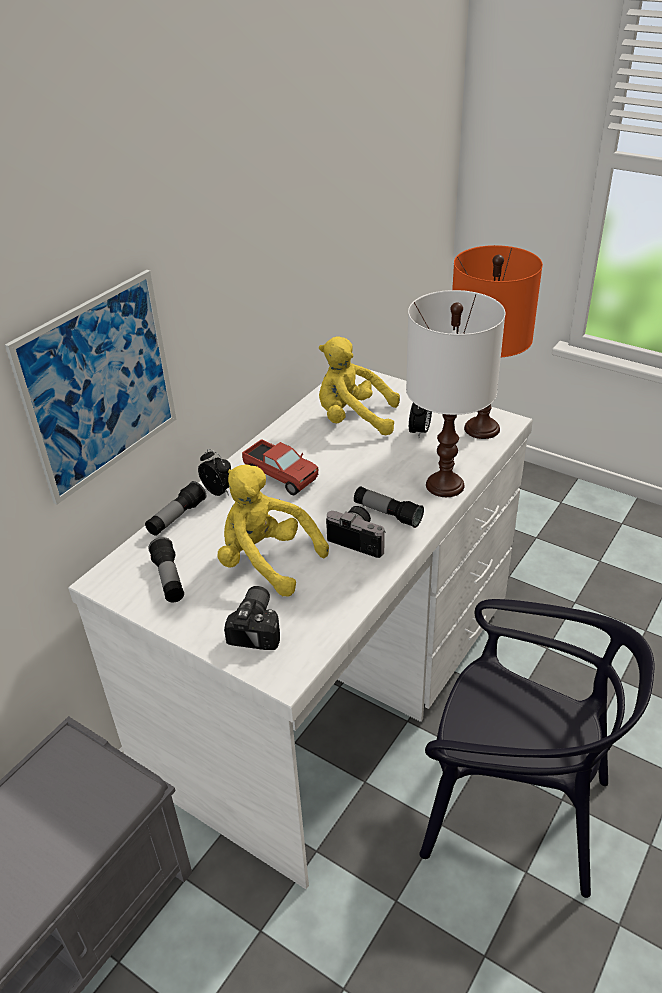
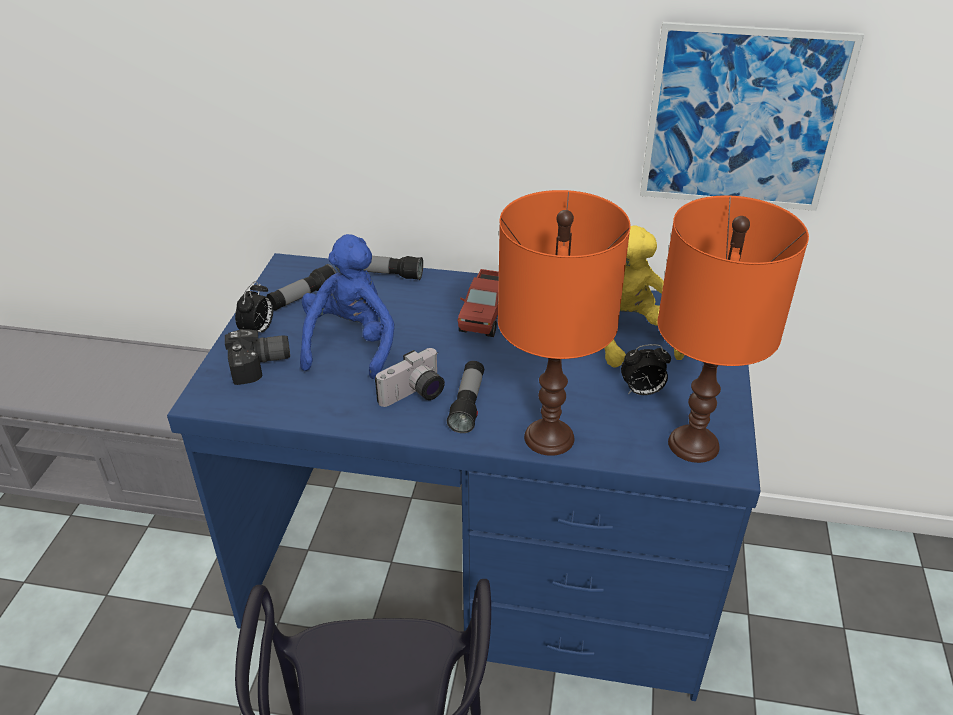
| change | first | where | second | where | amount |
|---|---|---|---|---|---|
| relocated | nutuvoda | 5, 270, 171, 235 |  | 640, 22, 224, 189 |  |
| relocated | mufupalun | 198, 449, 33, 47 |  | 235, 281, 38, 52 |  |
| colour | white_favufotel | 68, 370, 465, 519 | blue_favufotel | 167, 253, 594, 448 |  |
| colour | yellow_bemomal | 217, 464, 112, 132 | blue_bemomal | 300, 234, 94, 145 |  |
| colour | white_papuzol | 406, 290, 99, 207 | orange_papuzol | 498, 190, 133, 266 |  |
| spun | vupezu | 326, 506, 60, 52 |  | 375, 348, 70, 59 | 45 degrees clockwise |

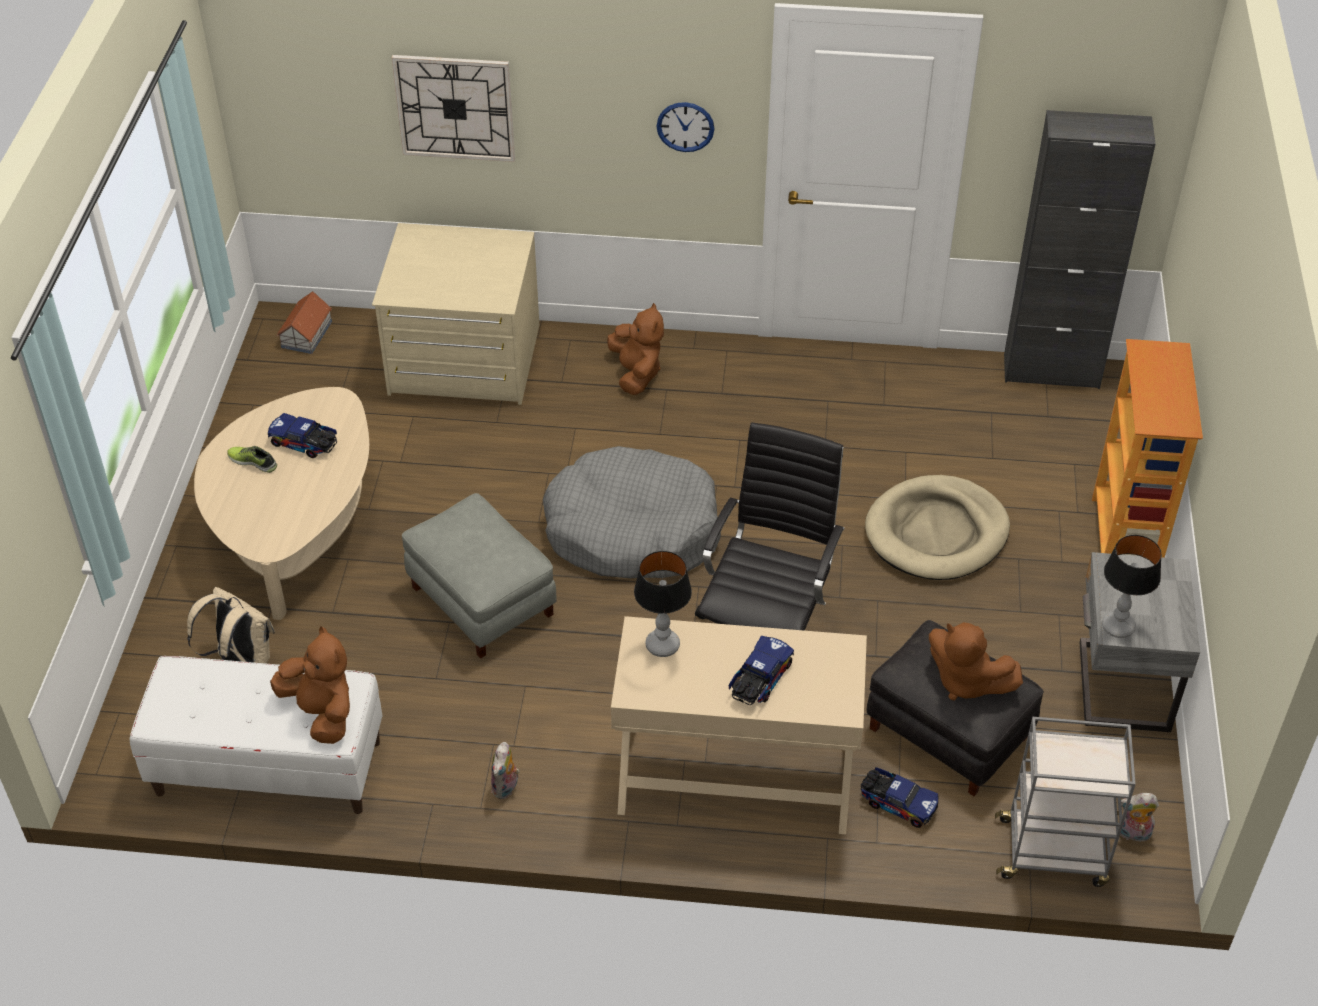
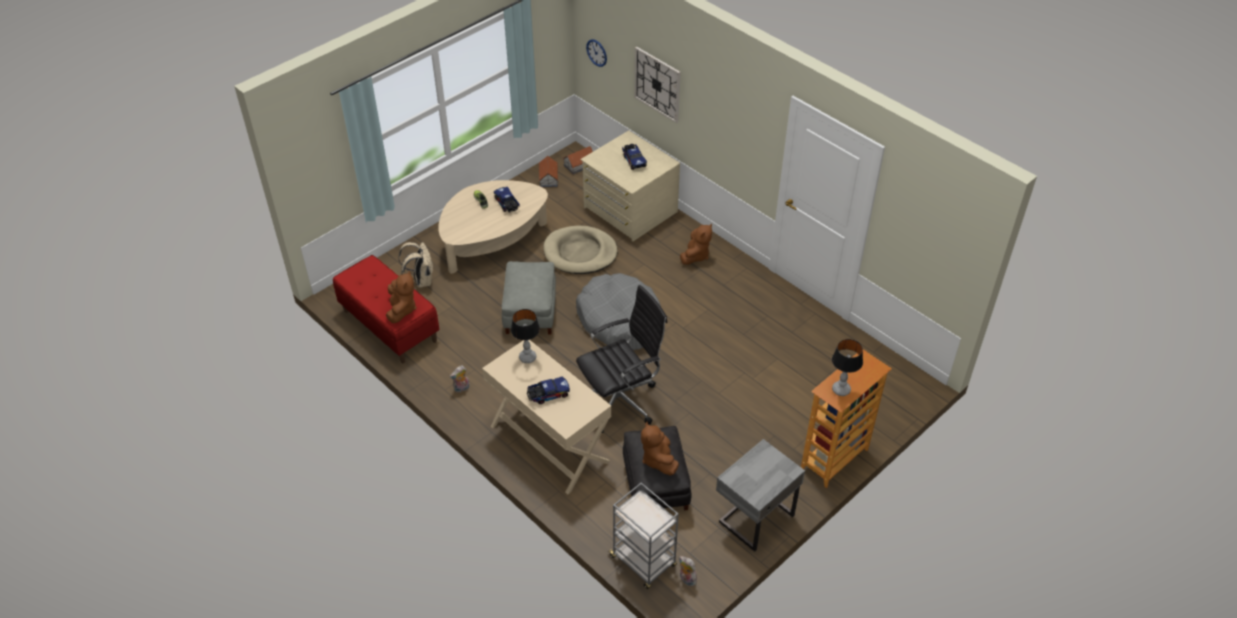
| change | first | where | second | where | amount |
|---|---|---|---|---|---|
| missing | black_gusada | 1004, 110, 152, 279 |  |  |  |
| appeared |  |  | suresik | 539, 156, 19, 31 |  |
| relocated | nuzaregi | 656, 102, 58, 50 |  | 586, 39, 21, 28 |  |
| relocated | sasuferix | 860, 767, 79, 61 |  | 622, 144, 25, 26 |  |
| relocated | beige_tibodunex | 865, 475, 145, 105 |  | 543, 226, 75, 48 |  |
| relocated | papuzol | 1102, 535, 60, 103 |  | 832, 339, 31, 57 |  |
| colour | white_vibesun | 130, 656, 252, 158 | red_vibesun | 333, 255, 107, 108 |  |

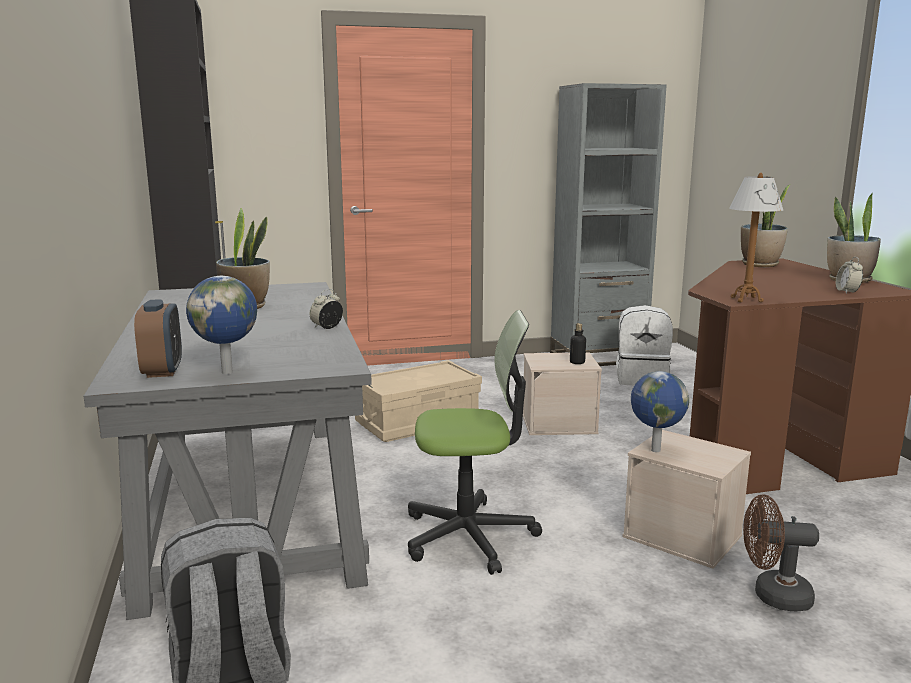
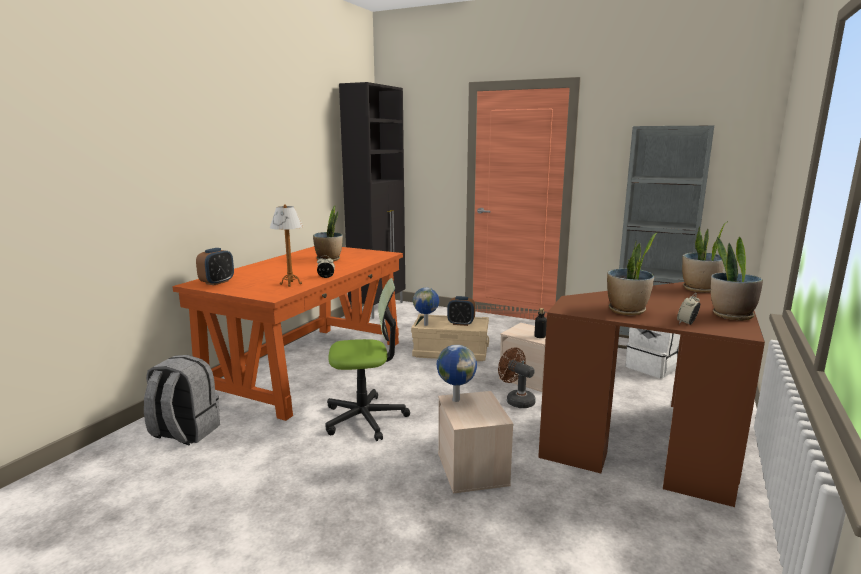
| change | first | where | second | where | amount |
|---|---|---|---|---|---|
| appeared |  |  | mufupalun | 447, 296, 28, 30 |  |
| appeared |  |  | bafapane | 607, 232, 51, 84 |  |
| relocated | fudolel | 186, 276, 71, 99 |  | 413, 288, 26, 38 |  |
| relocated | papuzol | 729, 173, 54, 129 |  | 270, 204, 33, 83 |  |
| relocated | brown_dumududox | 743, 494, 76, 117 |  | 498, 347, 38, 61 |  |
| colour | grey_favufotel | 84, 282, 288, 338 | orange_favufotel | 172, 246, 231, 175 |  |
| spun | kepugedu | 408, 310, 134, 265 |  | 325, 278, 85, 163 | 45 degrees counterclockwise |

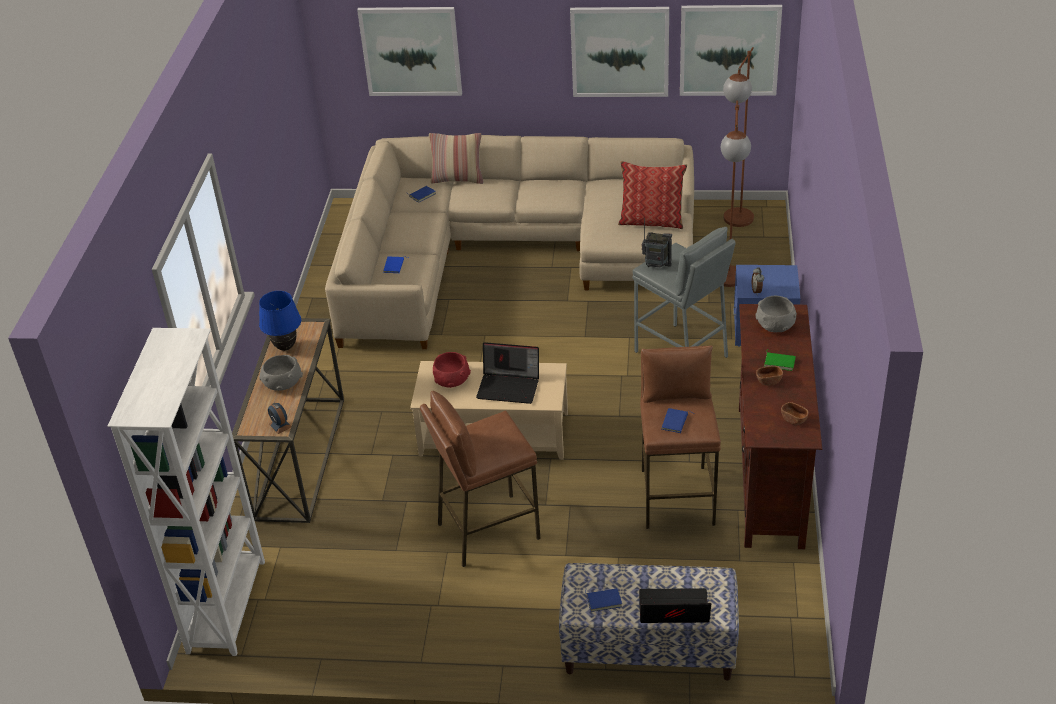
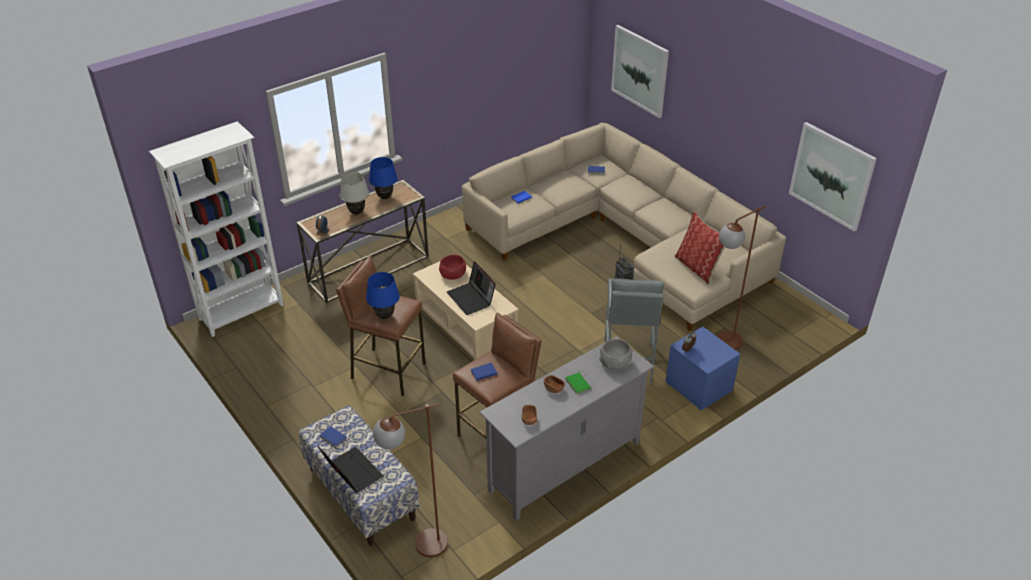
| change | first | where | second | where | amount |
|---|---|---|---|---|---|
| missing | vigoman | 429, 133, 54, 51 |  |  |  |
| missing | nutuvoda | 570, 7, 99, 90 |  |  |  |
| appeared |  |  | blue_papuzol | 366, 272, 34, 47 |  |
| relocated | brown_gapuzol | 723, 47, 31, 180 |  | 373, 403, 75, 154 |  |
| exchanged | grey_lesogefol | 259, 355, 44, 36 | white_papuzol | 340, 172, 29, 43 |  |
| colour | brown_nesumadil | 739, 304, 83, 245 | grey_nesumadil | 479, 336, 175, 185 |  |

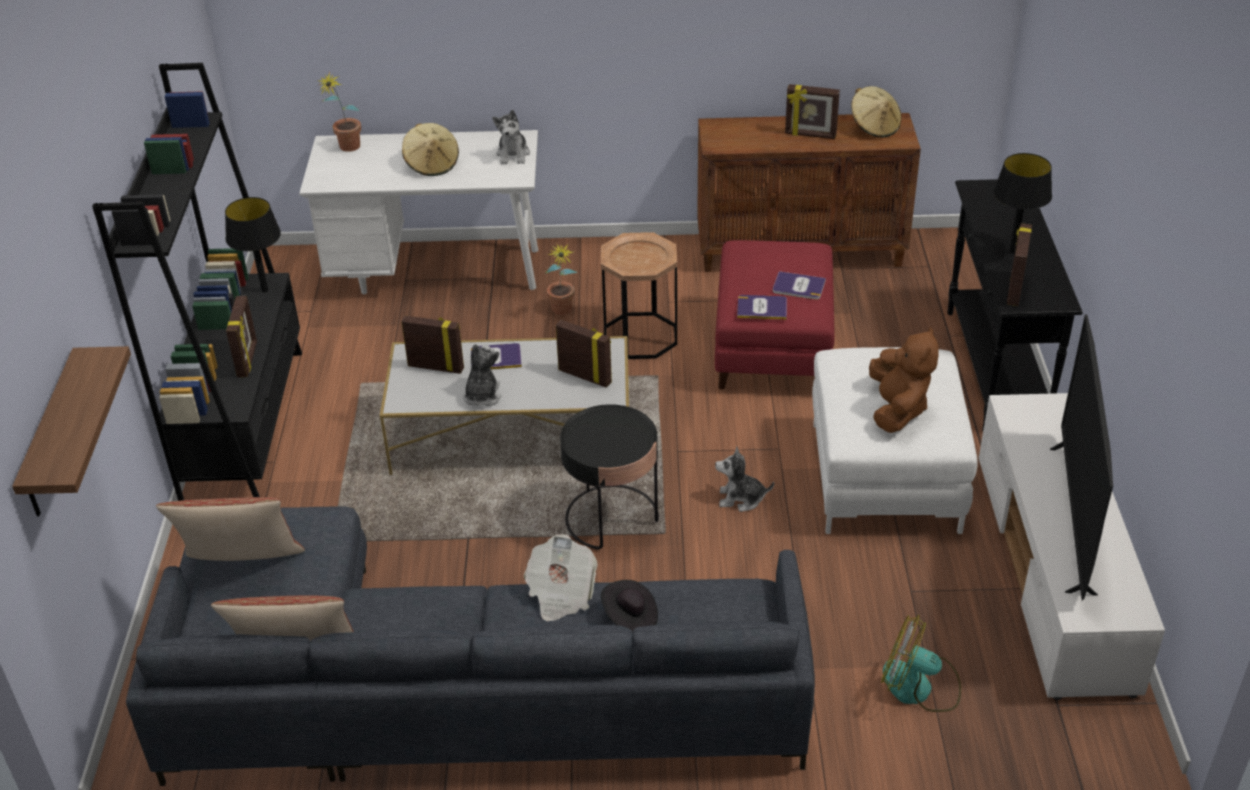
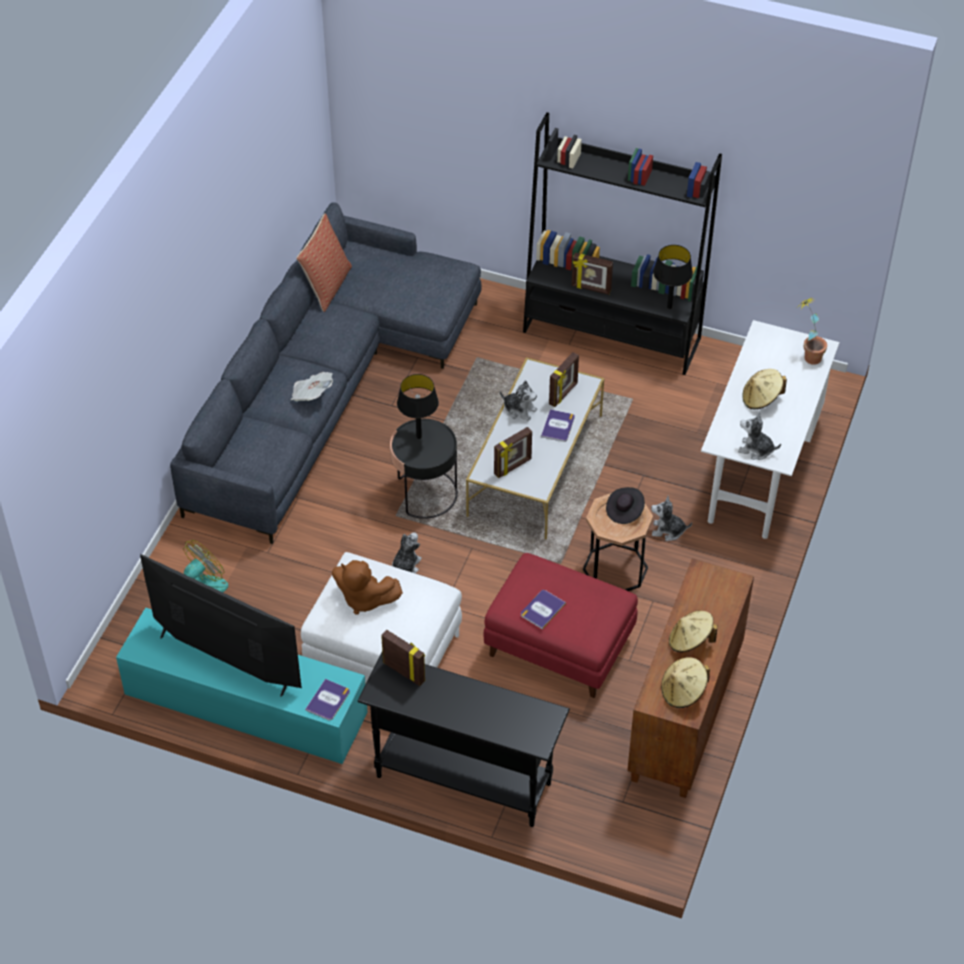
| change | first | where | second | where | amount |
|---|---|---|---|---|---|
| missing | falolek | 12, 346, 119, 171 |  |  |  |
| missing | vigoman | 156, 497, 149, 64 |  |  |  |
| relocated | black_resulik | 601, 580, 57, 52 |  | 606, 487, 39, 37 |  |
| relocated | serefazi | 737, 295, 50, 25 |  | 305, 679, 45, 41 |  |
| relocated | black_papuzol | 994, 153, 58, 101 |  | 397, 374, 42, 65 |  |
| exchanged | bafapane | 545, 242, 32, 73 | bemomal | 651, 496, 41, 45 |  |
| exchanged | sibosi | 785, 84, 55, 55 | beige_resulik | 669, 610, 49, 43 |  |
| colour | white_nesumadil | 979, 393, 186, 307 | turquoise_nesumadil | 116, 608, 252, 156 |  |

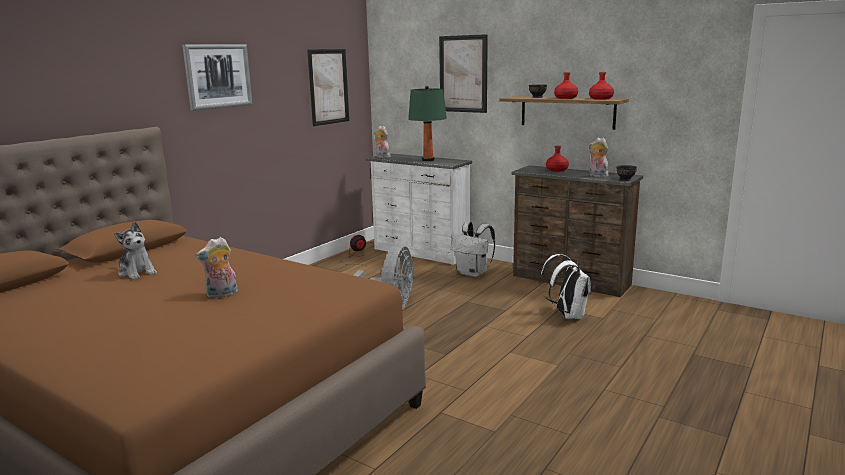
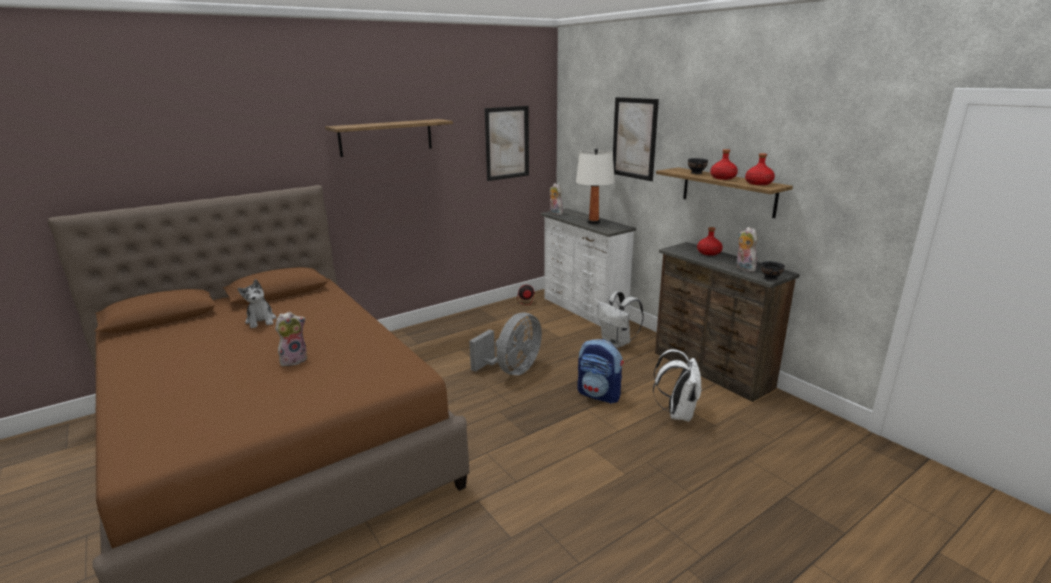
| change | first | where | second | where | amount |
|---|---|---|---|---|---|
| appeared |  |  | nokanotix | 577, 339, 47, 65 |  |
| exchanged | nutuvoda | 182, 45, 71, 66 | falolek | 325, 119, 128, 38 |  |
| colour | green_papuzol | 408, 86, 39, 75 | white_papuzol | 576, 148, 39, 76 |  |
| spun | bemomal | 196, 237, 41, 62 |  | 275, 312, 32, 54 | 150 degrees clockwise |

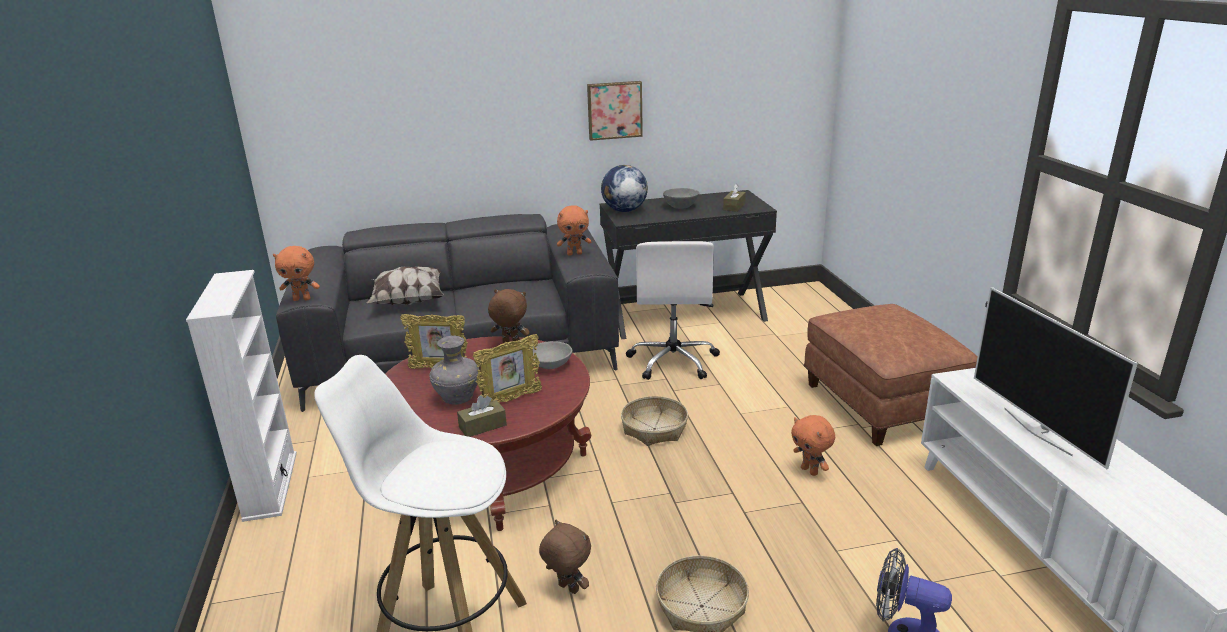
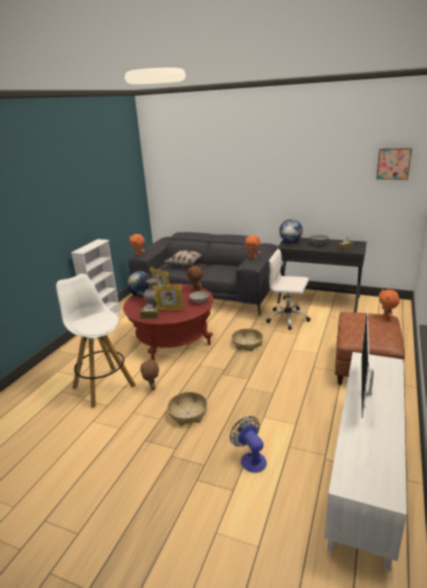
| change | first | where | second | where | amount |
|---|---|---|---|---|---|
| appeared |  |  | fudolel | 127, 271, 24, 26 |  |
| relocated | nutuvoda | 587, 81, 56, 60 |  | 376, 148, 36, 32 |  |
| relocated | orange_bemomal | 791, 415, 44, 61 |  | 379, 289, 21, 31 |  |
| spun | white_kepugedu | 626, 241, 94, 139 |  | 266, 249, 44, 81 | 75 degrees clockwise |

